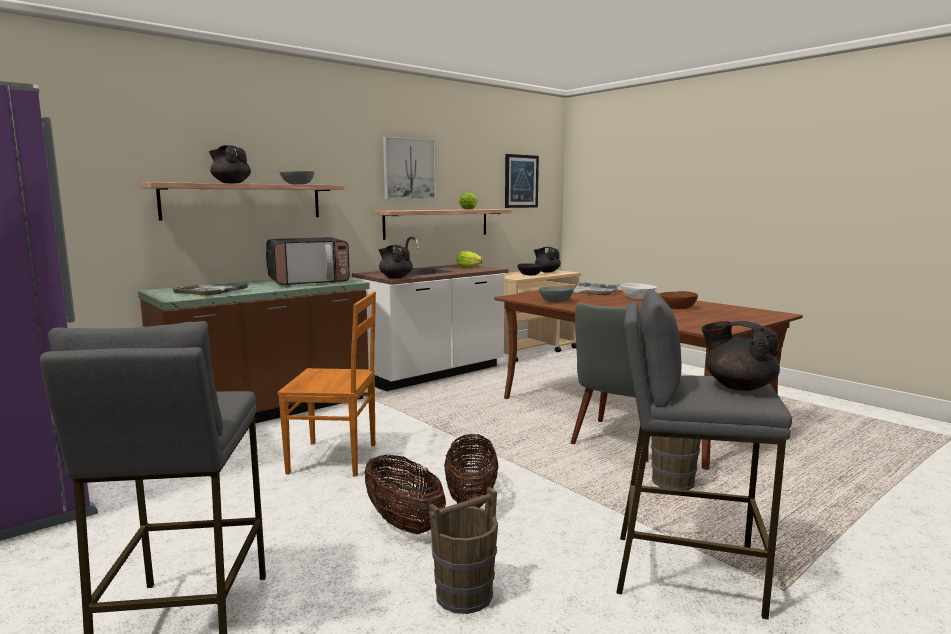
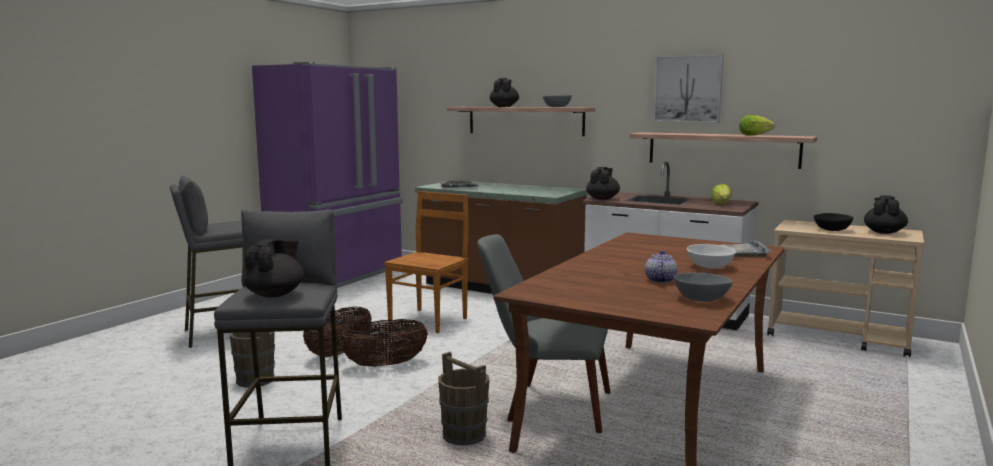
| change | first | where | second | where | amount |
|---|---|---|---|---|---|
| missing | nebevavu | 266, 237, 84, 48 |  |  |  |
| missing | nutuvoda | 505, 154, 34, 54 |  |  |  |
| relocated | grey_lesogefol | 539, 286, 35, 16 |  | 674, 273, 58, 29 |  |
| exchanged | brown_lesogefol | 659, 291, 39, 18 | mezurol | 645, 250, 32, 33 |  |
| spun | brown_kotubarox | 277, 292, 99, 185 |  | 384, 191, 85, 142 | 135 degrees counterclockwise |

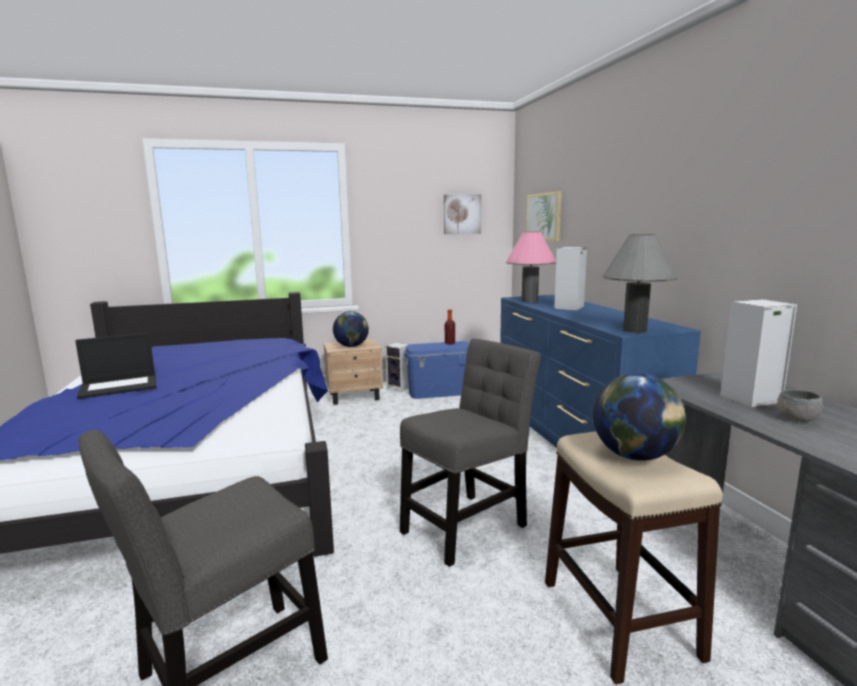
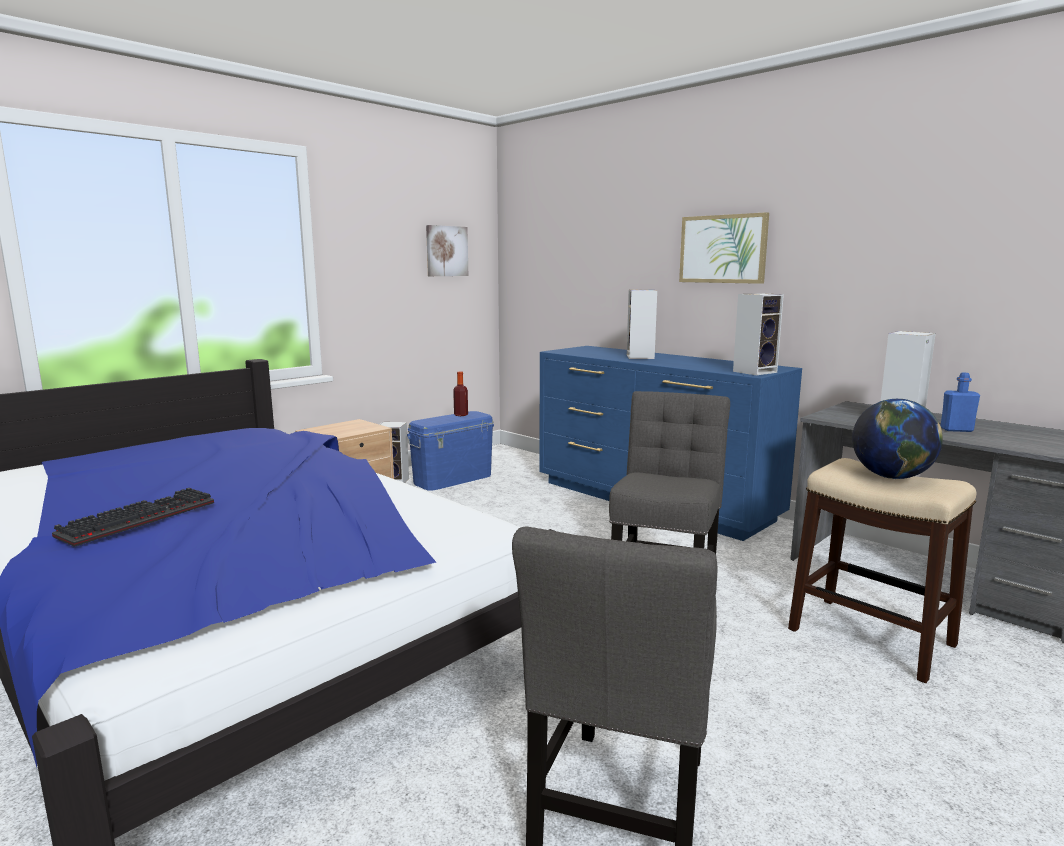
| change | first | where | second | where | amount |
|---|---|---|---|---|---|
| missing | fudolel | 333, 311, 36, 36 |  |  |  |
| missing | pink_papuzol | 506, 232, 50, 70 |  |  |  |
| relocated | nutuvoda | 526, 191, 36, 50 |  | 679, 212, 90, 72 |  |
| exchanged | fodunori | 75, 333, 82, 66 | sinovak | 52, 488, 162, 59 |  |
| exchanged | grey_papuzol | 602, 234, 75, 99 | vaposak | 733, 293, 51, 82 |  |
| exchanged | grey_lesogefol | 777, 389, 46, 33 | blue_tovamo | 940, 372, 40, 60 |  |

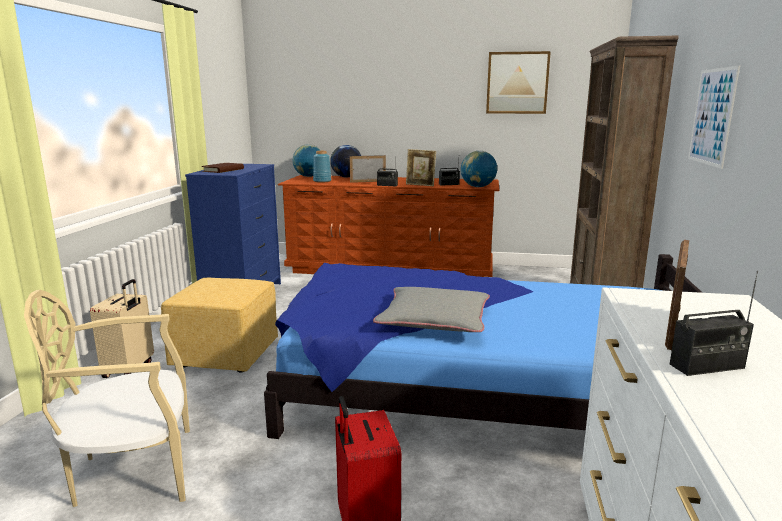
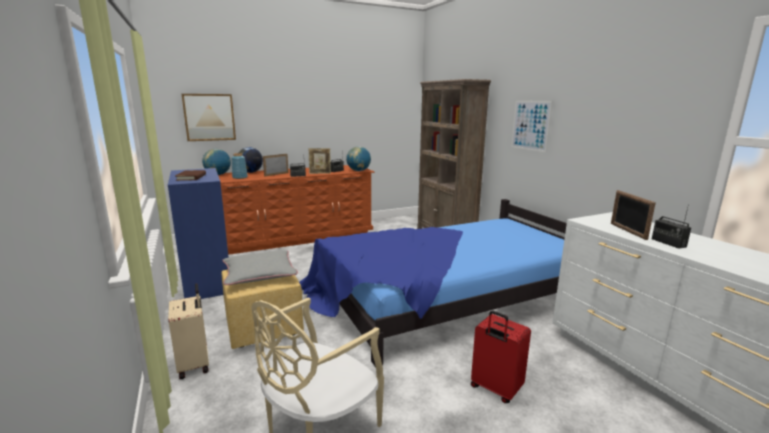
| change | first | where | second | where | amount |
|---|---|---|---|---|---|
| relocated | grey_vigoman | 373, 287, 117, 45 |  | 222, 250, 76, 35 |  |
| relocated | nutuvoda | 486, 51, 65, 63 |  | 182, 94, 54, 47 |  |
| spun | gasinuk | 670, 271, 88, 105 |  | 652, 205, 39, 44 | 120 degrees clockwise |

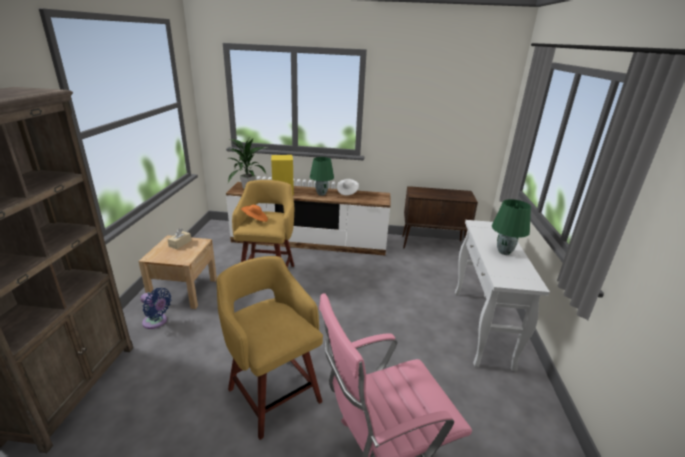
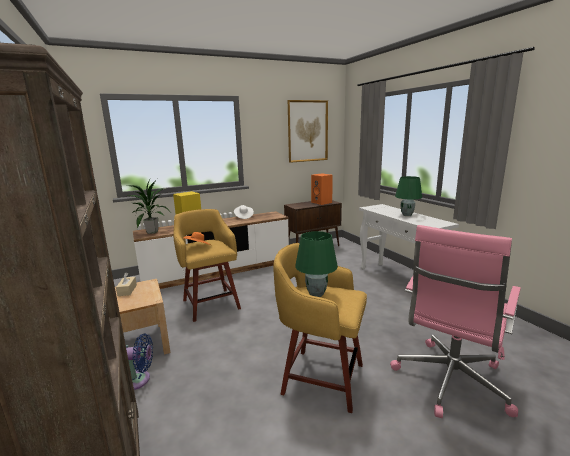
| change | first | where | second | where | amount |
|---|---|---|---|---|---|
| appeared |  |  | nutuvoda | 288, 100, 40, 63 |  |
| appeared |  |  | orange_vaposak | 311, 173, 22, 32 |  |
| relocated | green_papuzol | 310, 157, 24, 39 |  | 295, 231, 43, 66 |  |

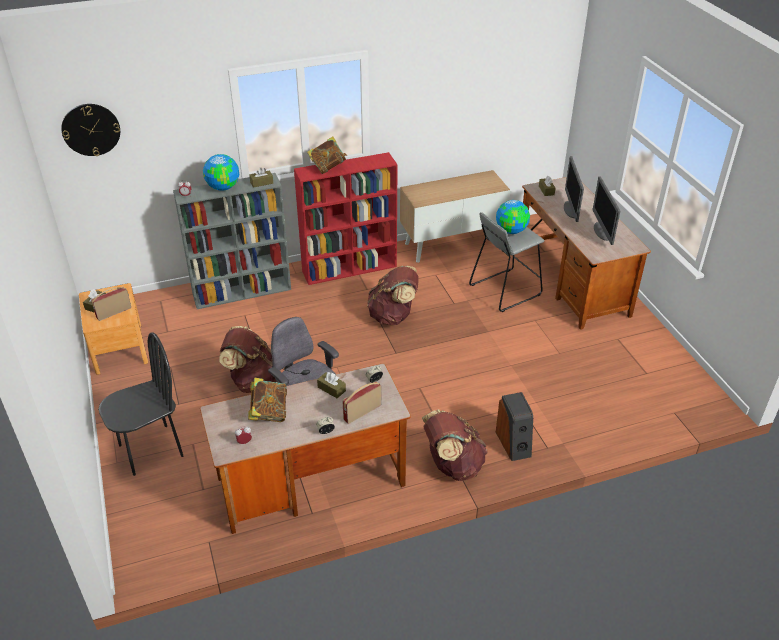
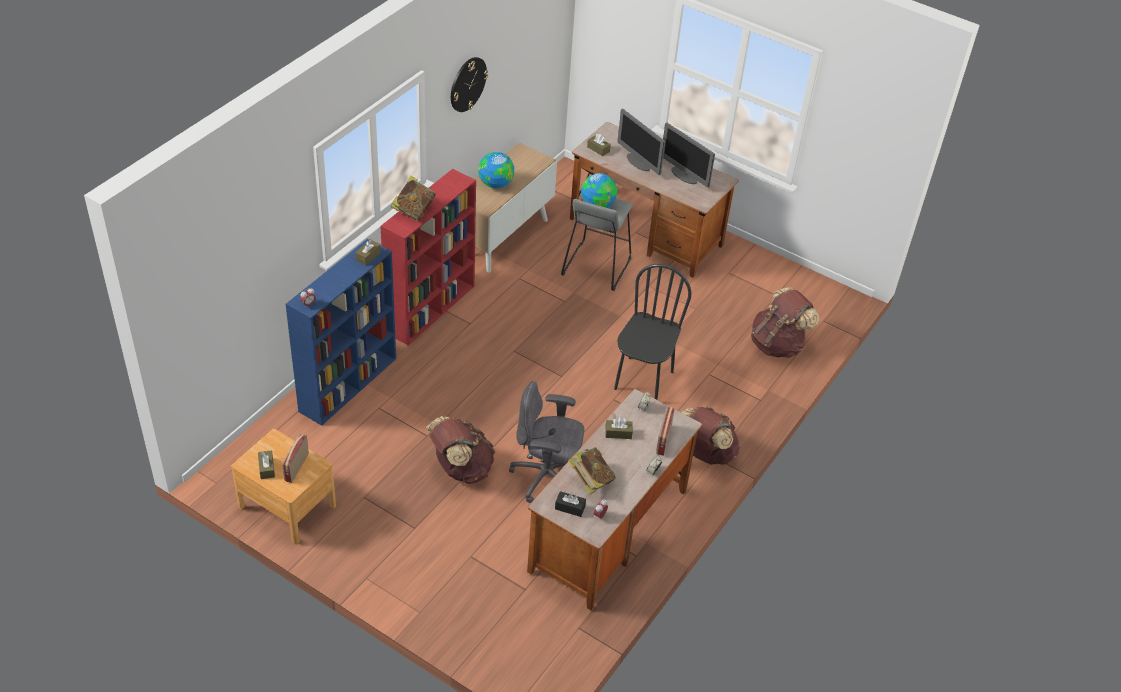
| change | first | where | second | where | amount |
|---|---|---|---|---|---|
| missing | vaposak | 496, 392, 37, 69 |  |  |  |
| appeared |  |  | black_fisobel | 555, 491, 31, 26 |  |
| relocated | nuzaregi | 61, 104, 59, 52 |  | 451, 57, 37, 55 |  |
| relocated | black_kotubarox | 98, 332, 85, 144 |  | 614, 264, 78, 136 |  |
| relocated | fudolel | 203, 154, 36, 37 |  | 478, 152, 36, 37 |  |
| relocated | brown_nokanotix | 367, 266, 52, 59 |  | 751, 287, 69, 71 |  |
| colour | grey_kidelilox | 173, 173, 118, 136 | blue_kidelilox | 286, 239, 110, 187 |  |

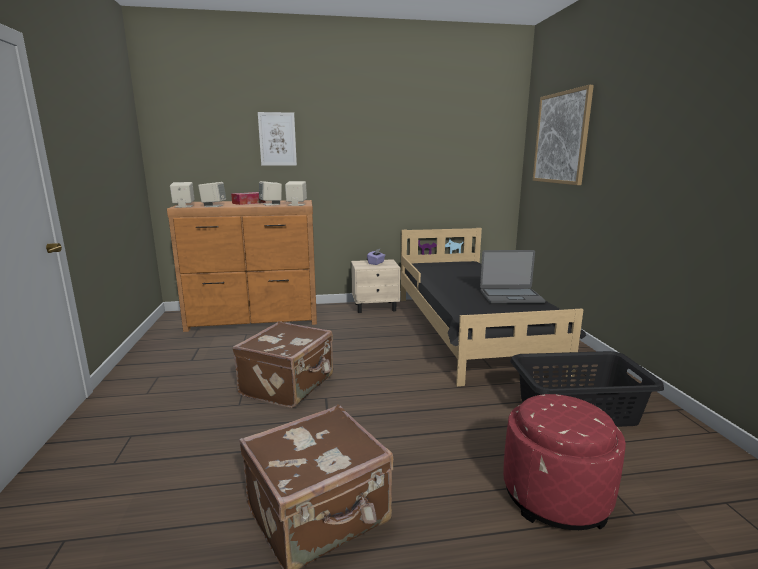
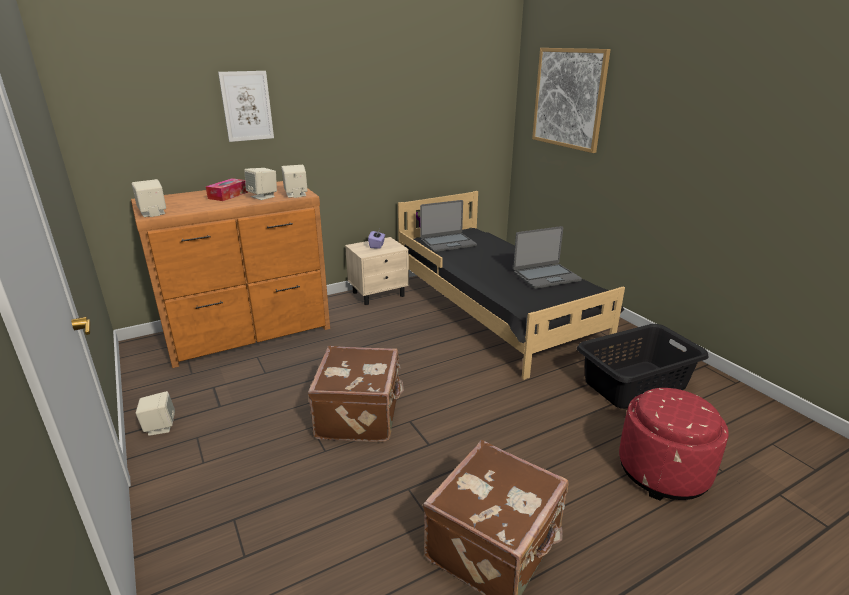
| change | first | where | second | where | amount |
|---|---|---|---|---|---|
| appeared |  |  | fodunori | 420, 200, 57, 52 |  |
| relocated | beige_vaposak | 198, 182, 28, 25 |  | 136, 391, 39, 45 |  |

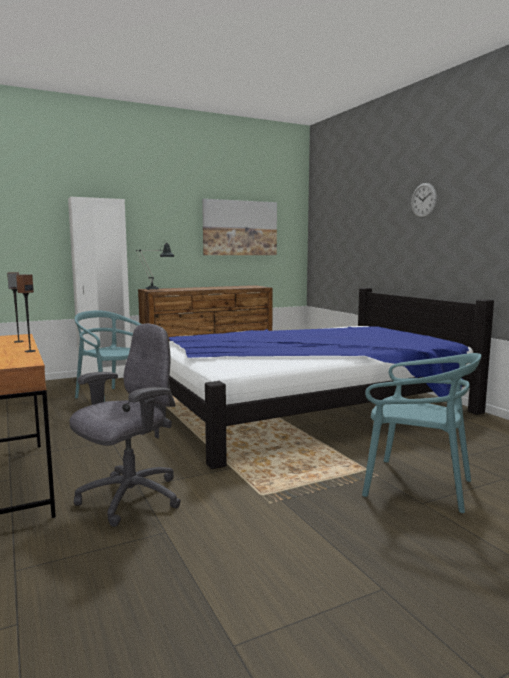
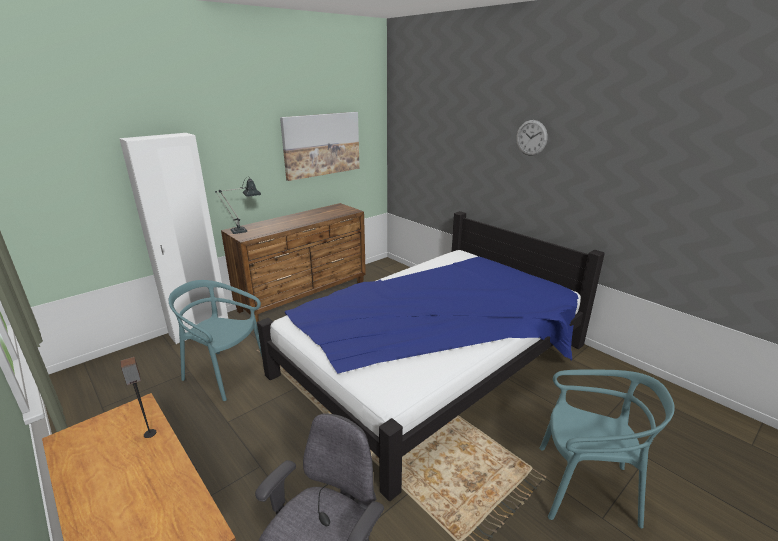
| change | first | where | second | where | amount |
|---|---|---|---|---|---|
| missing | vaposak | 16, 274, 20, 78 |  |  |  |

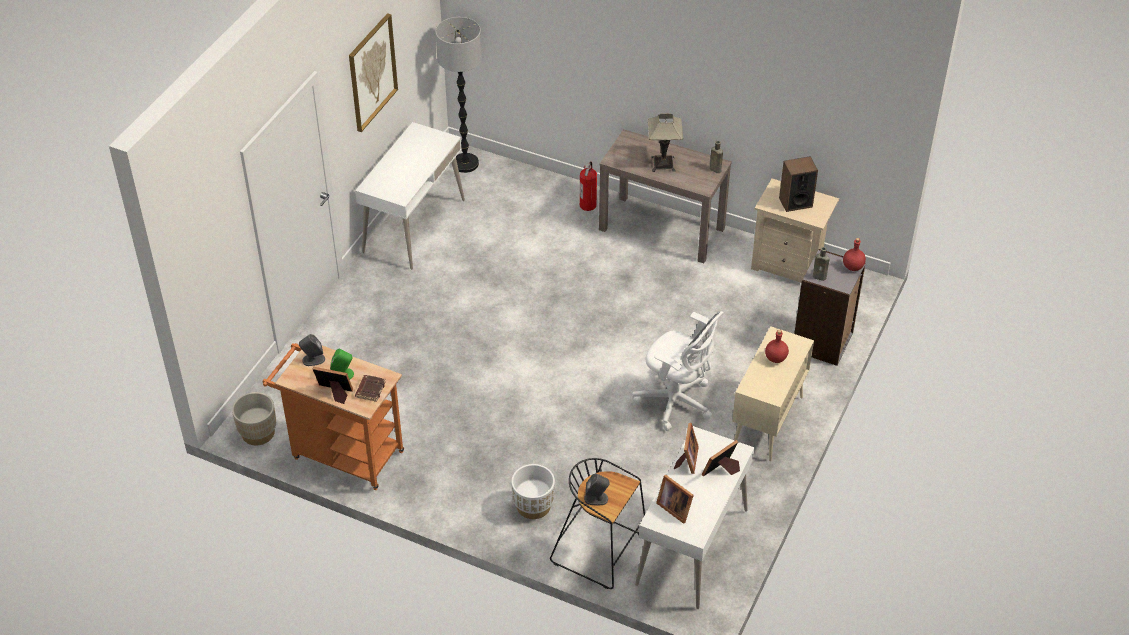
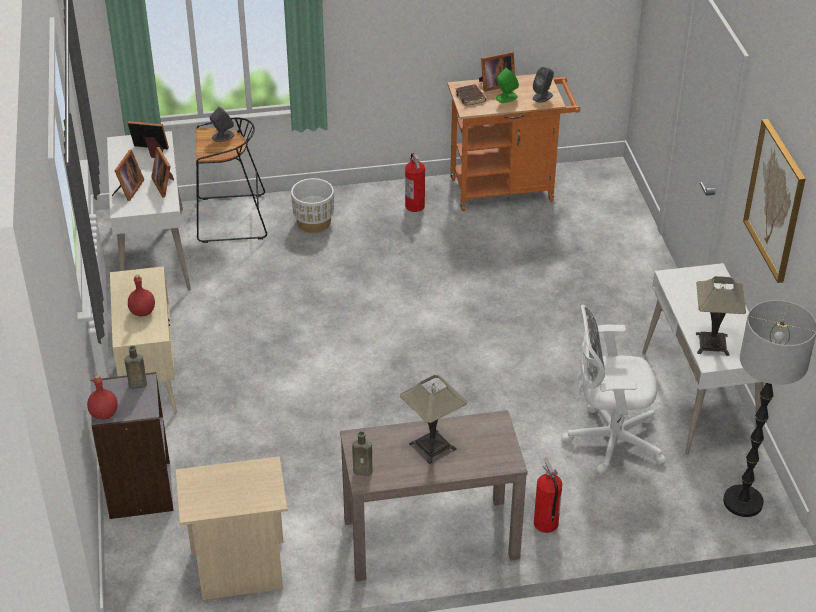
| change | first | where | second | where | amount |
|---|---|---|---|---|---|
| missing | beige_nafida | 232, 392, 44, 53 |  |  |  |
| missing | vaposak | 779, 156, 39, 56 |  |  |  |
| appeared |  |  | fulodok | 405, 153, 20, 59 |  |
| appeared |  |  | papuzol | 696, 276, 50, 80 |  |
| relocated | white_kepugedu | 632, 311, 92, 120 |  | 561, 305, 105, 170 |  |

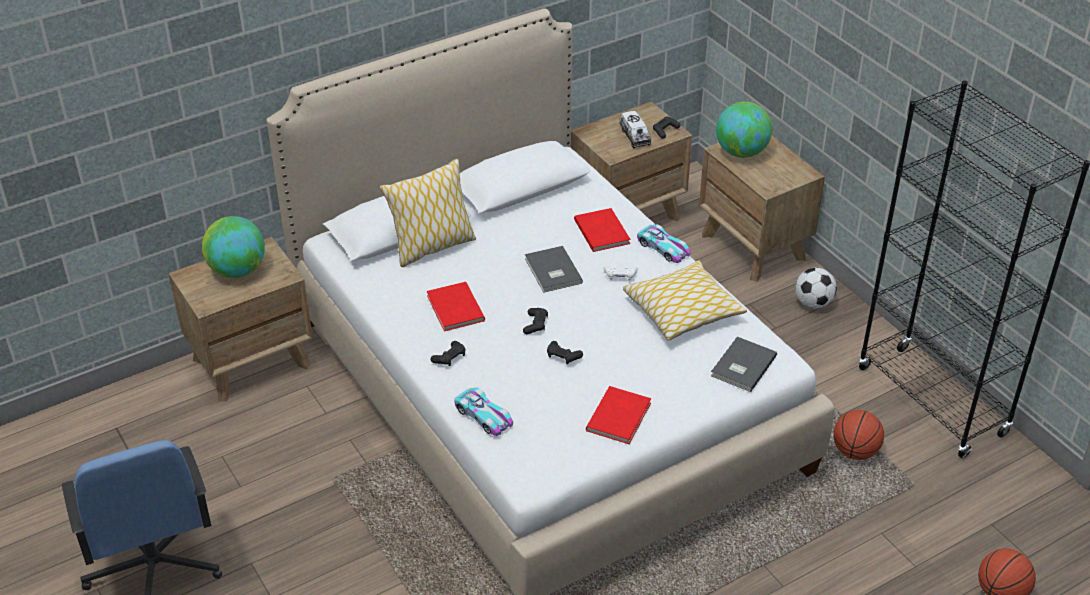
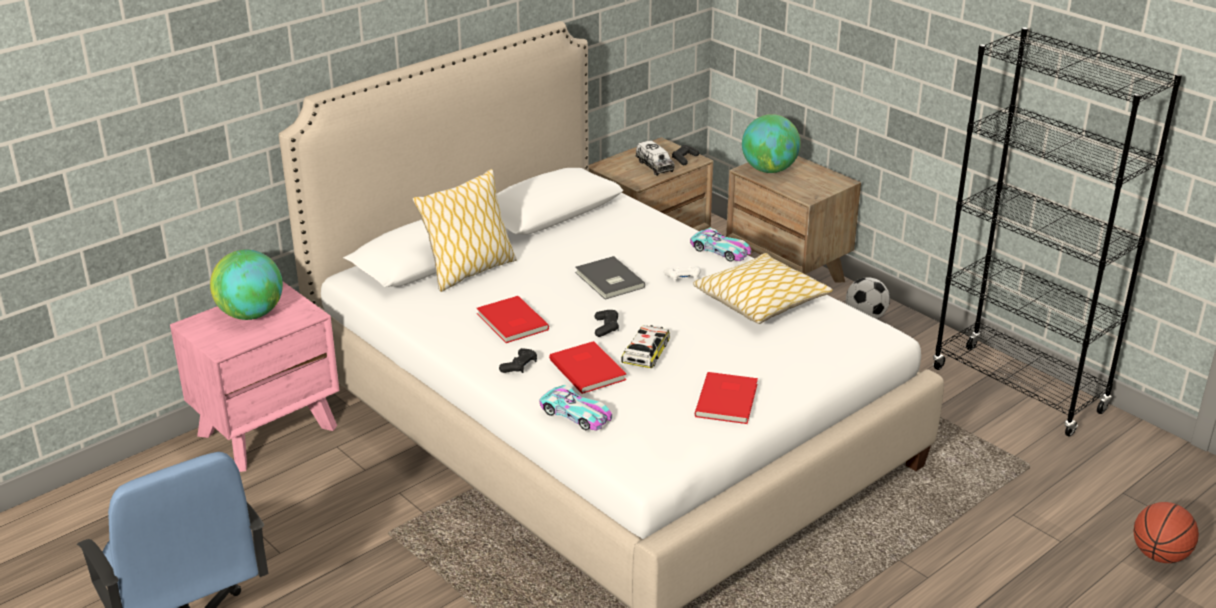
| change | first | where | second | where | amount |
|---|---|---|---|---|---|
| missing | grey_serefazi | 711, 337, 66, 55 |  |  |  |
| missing | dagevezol | 833, 410, 51, 50 |  |  |  |
| relocated | red_serefazi | 574, 208, 57, 44 |  | 549, 341, 78, 53 |  |
| exchanged | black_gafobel | 547, 341, 36, 23 | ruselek | 621, 325, 49, 43 |  |
| colour | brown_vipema | 169, 236, 144, 166 | pink_vipema | 170, 282, 169, 190 |  |

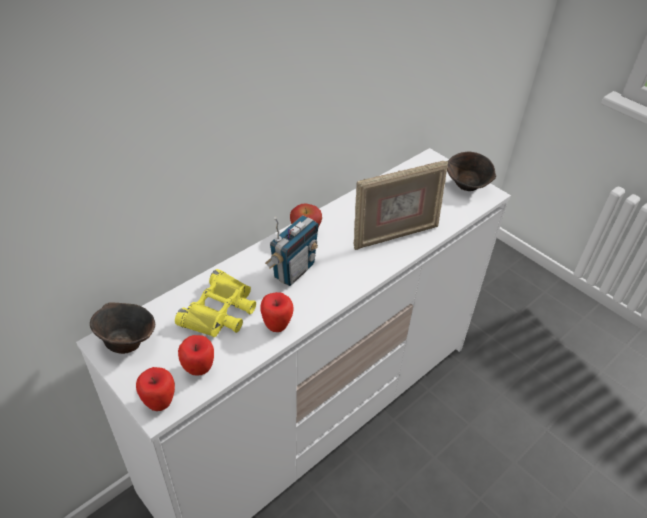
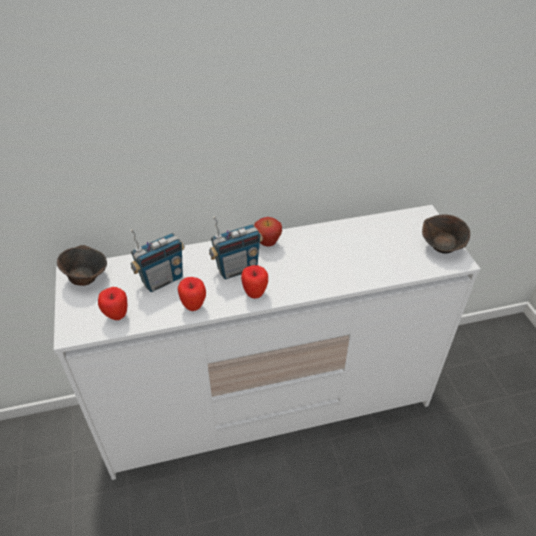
| change | first | where | second | where | amount |
|---|---|---|---|---|---|
| missing | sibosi | 354, 161, 94, 89 |  |  |  |
| relocated | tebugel | 136, 367, 39, 44 |  | 241, 265, 27, 33 |  |
| exchanged | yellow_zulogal | 175, 269, 81, 68 | gasinuk | 130, 229, 55, 63 |  |

